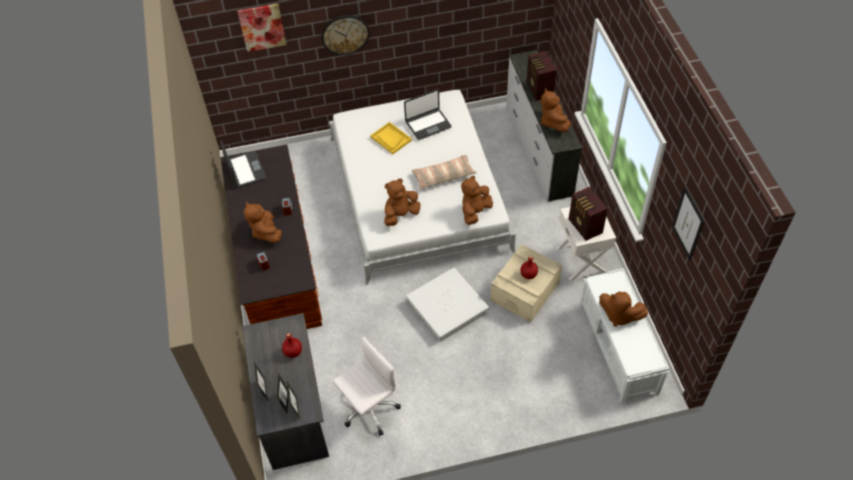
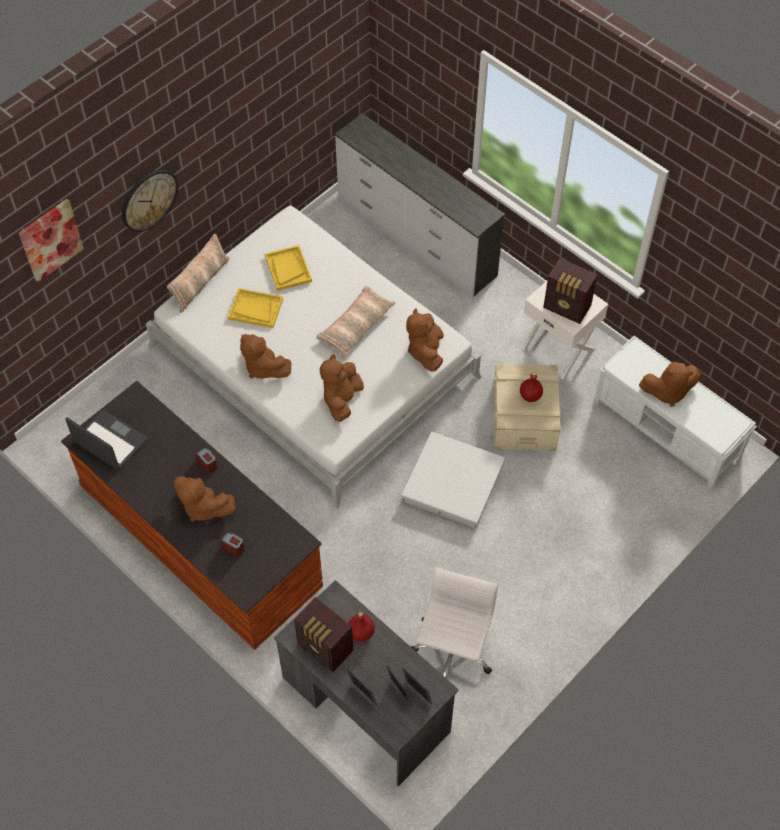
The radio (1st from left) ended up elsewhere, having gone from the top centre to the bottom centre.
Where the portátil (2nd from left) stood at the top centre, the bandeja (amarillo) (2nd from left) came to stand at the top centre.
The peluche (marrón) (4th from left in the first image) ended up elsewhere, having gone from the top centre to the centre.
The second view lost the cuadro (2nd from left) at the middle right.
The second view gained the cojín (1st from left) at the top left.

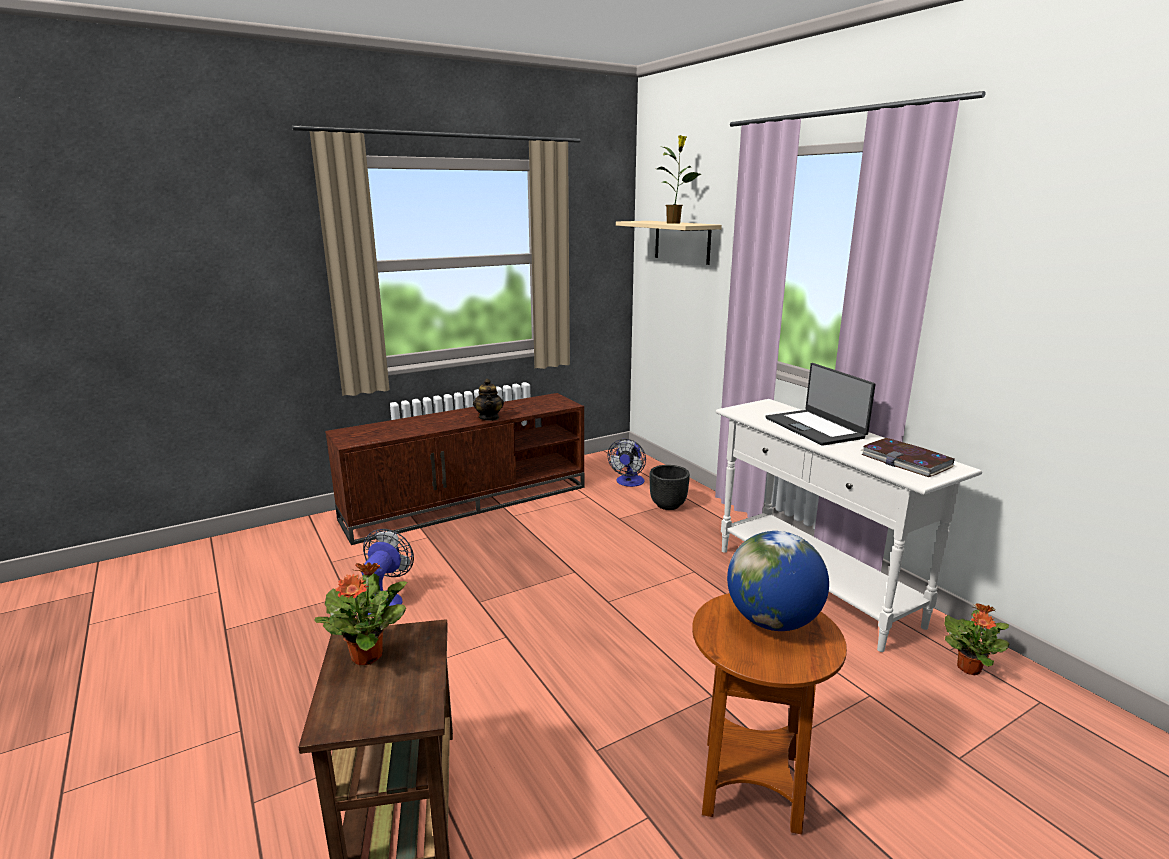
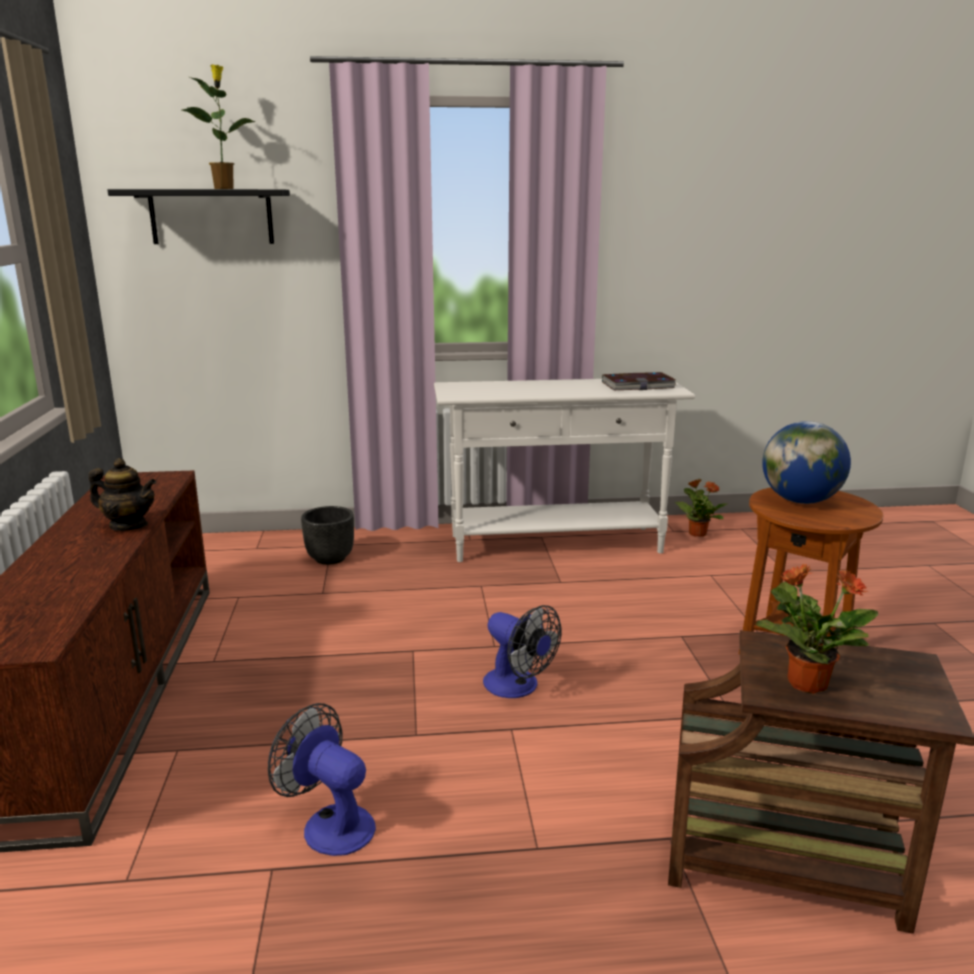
What was the estante (beis) at the top centre turned into the estante (negro) at the top left.
The second view lost the portátil at the middle right.
The ventilador (2nd from left) ended up elsewhere, having gone from the centre to the bottom centre.

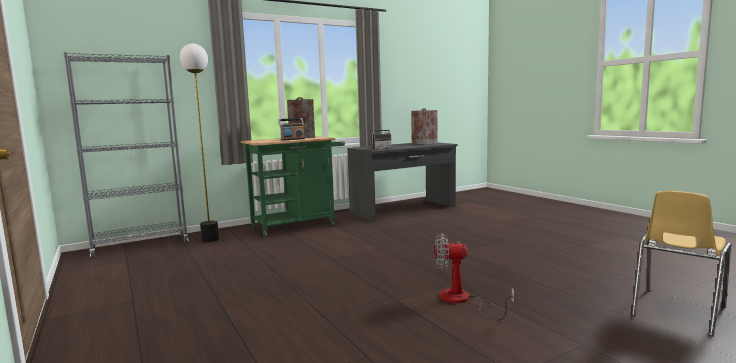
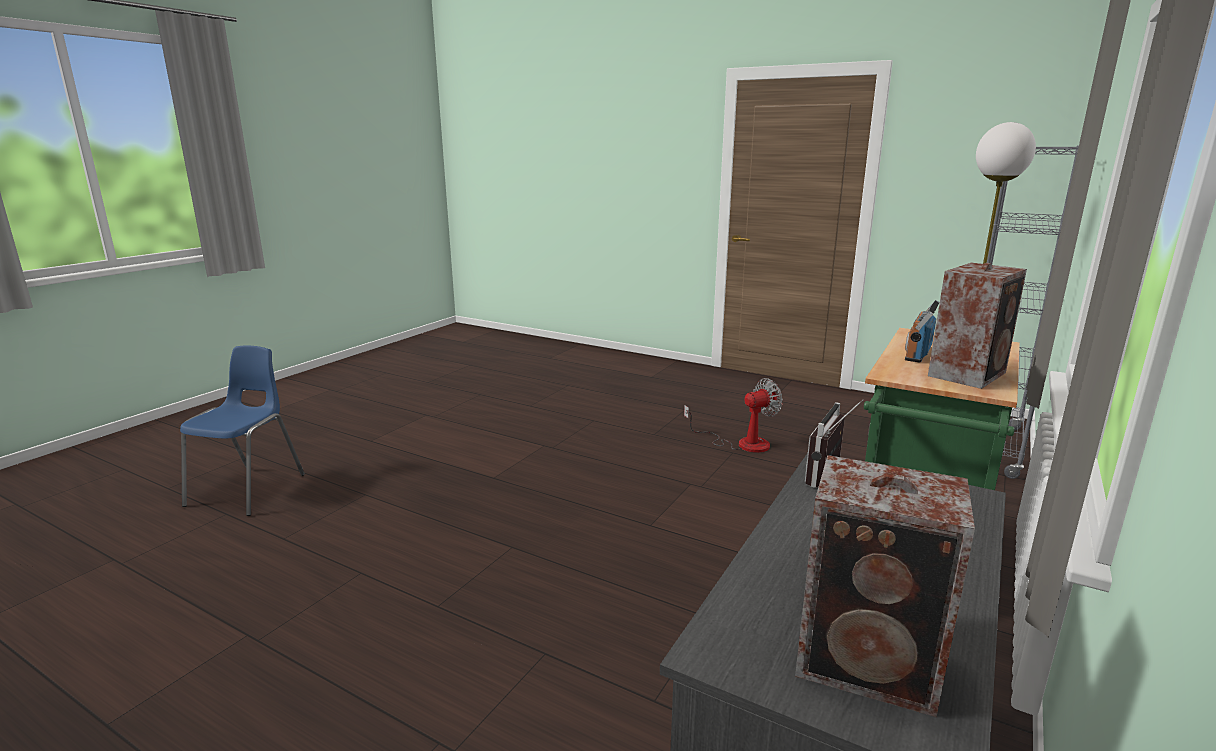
What was the silla (amarillo) at the bottom right turned into the silla (azul) at the middle left.
The ventilador ended up elsewhere, having gone from the bottom centre to the centre.

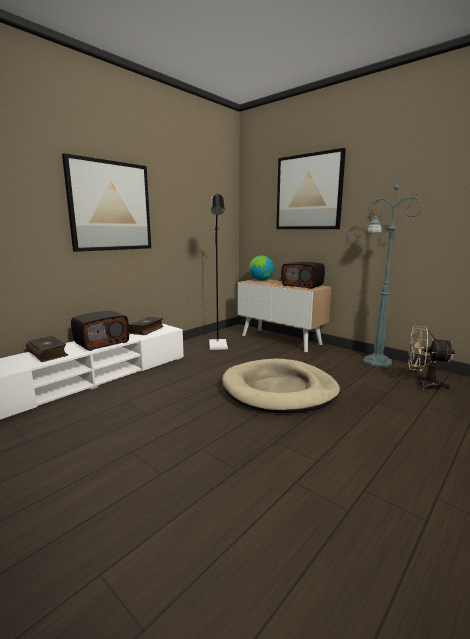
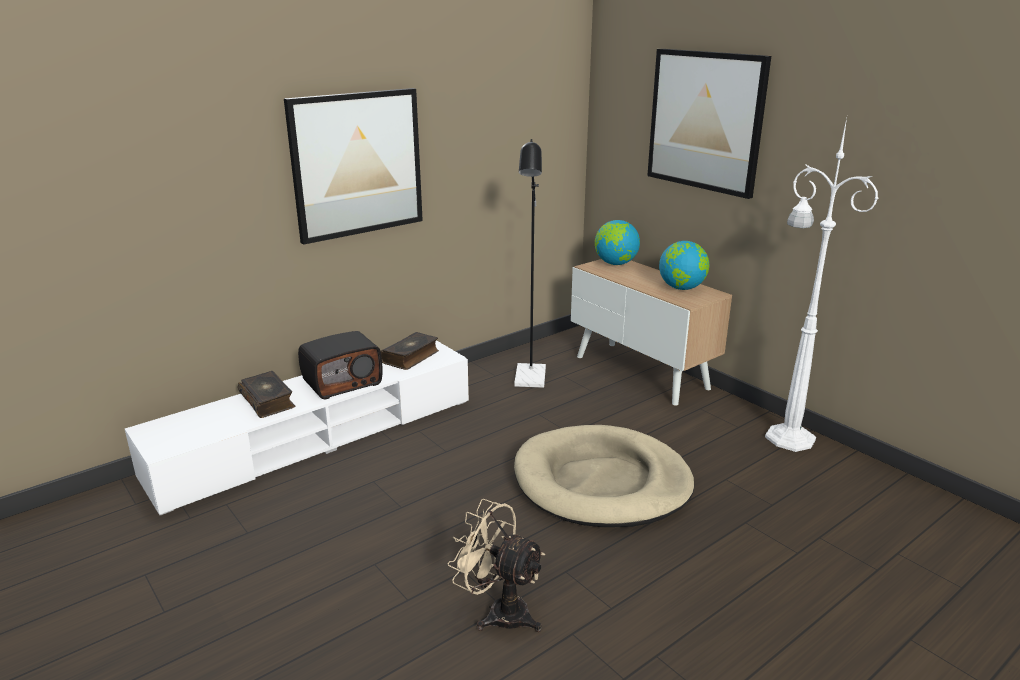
What was the lámpara de pie (verde) at the middle right turned into the lámpara de pie (blanco) at the middle right.
Where the radio (2nd from left) stood at the centre, the globo terráqueo (2nd from left) came to stand at the middle right.
The ventilador (beis) ended up elsewhere, having gone from the middle right to the bottom centre.

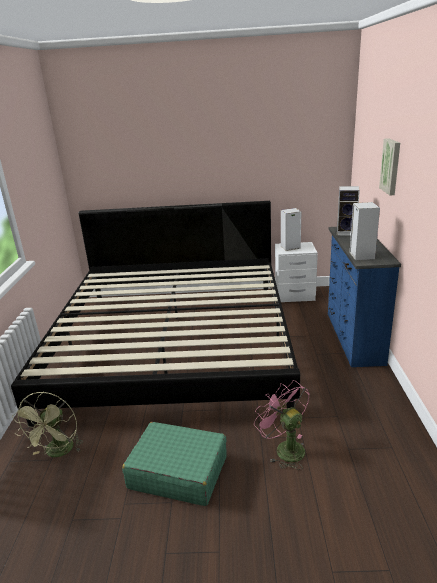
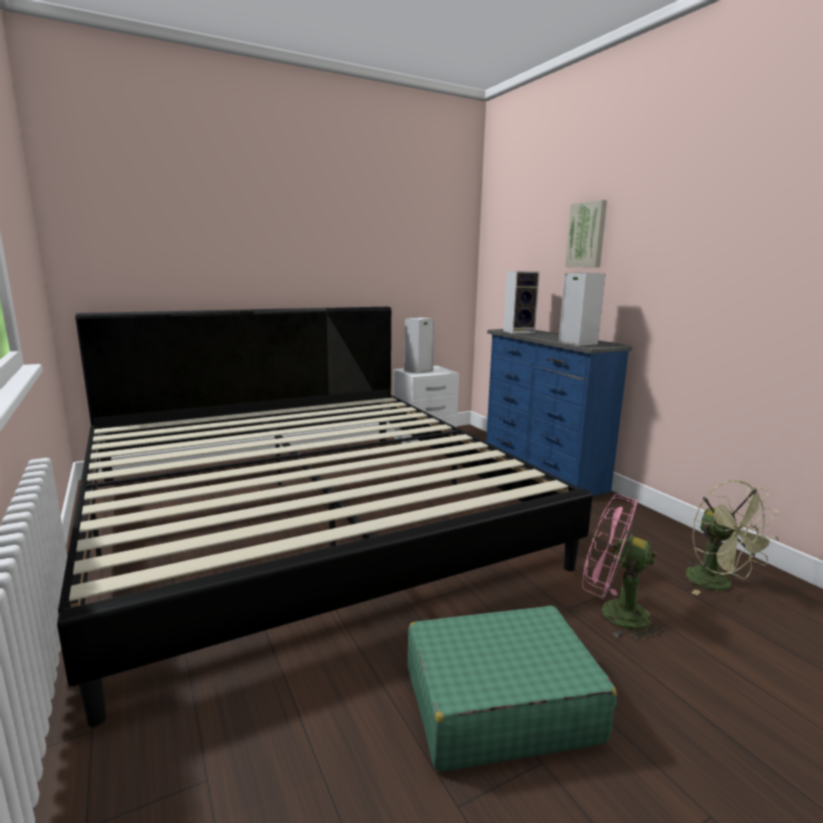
The ventilador (verde) ended up elsewhere, having gone from the bottom left to the middle right.

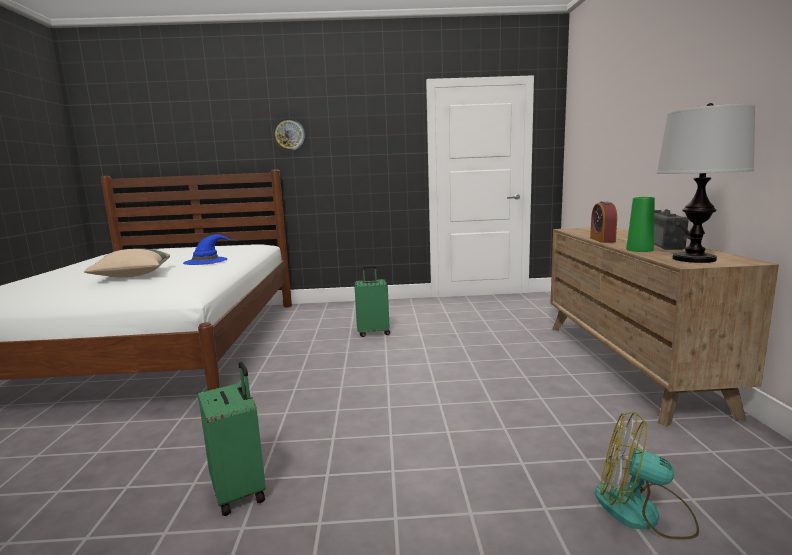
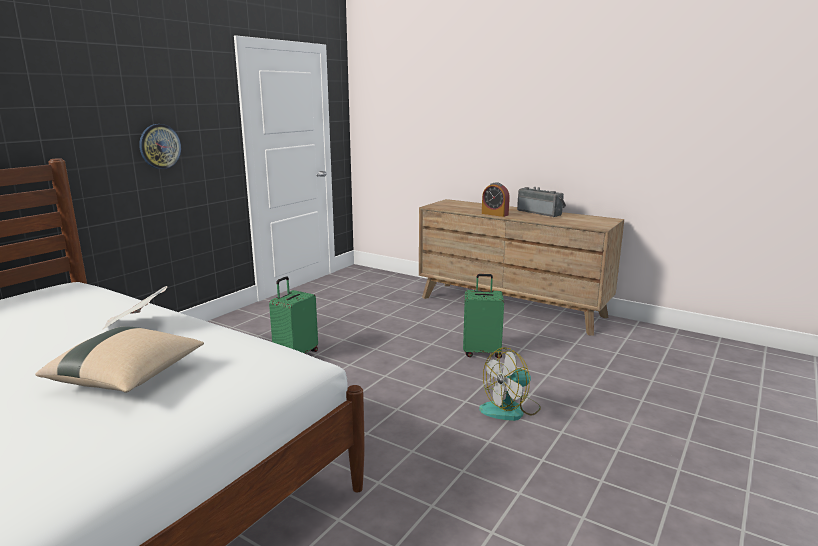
The second view lost the lámpara de mesa at the top right.
The reloj de pared ended up elsewhere, having gone from the top centre to the top left.
The second view lost the florero (verde) at the middle right.
Where the sombrero (azul) stood at the middle left, the periódico came to stand at the middle left.
The maleta (verde) (1st from left in the first image) ended up elsewhere, having gone from the bottom left to the centre.
The ventilador ended up elsewhere, having gone from the bottom right to the bottom centre.

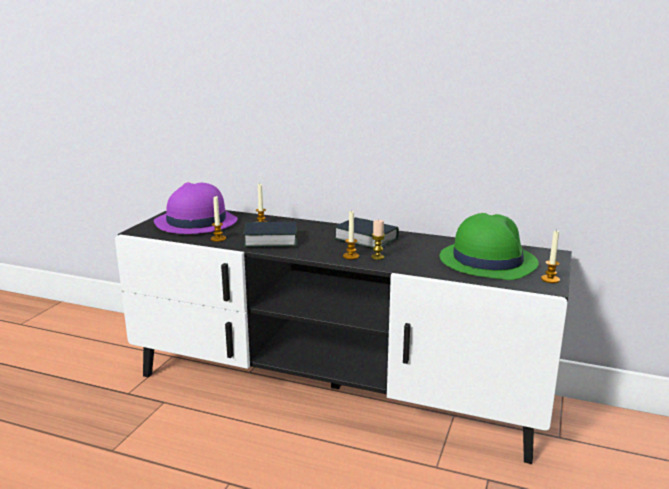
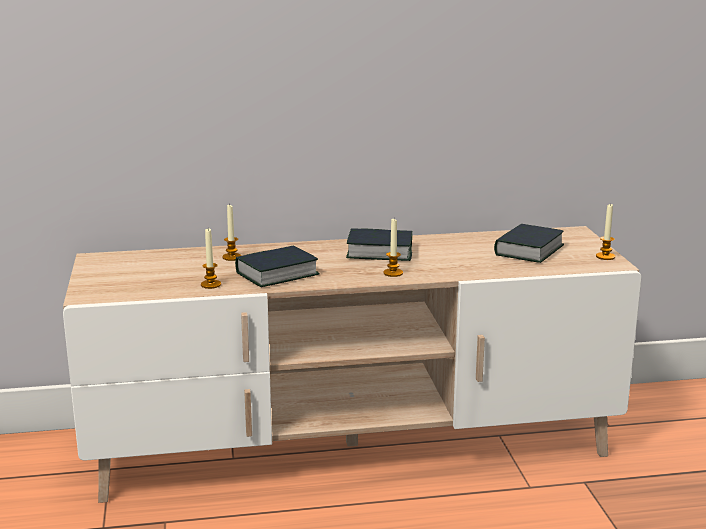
The second view lost the sombrero (morado) at the middle left.
What was the mueble de televisión (negro) at the bottom centre turned into the mueble de televisión (beis) at the bottom centre.
Where the sombrero (verde) stood at the middle right, the libro (3rd from left) came to stand at the middle right.
The second view lost the vela (4th from left) at the centre.

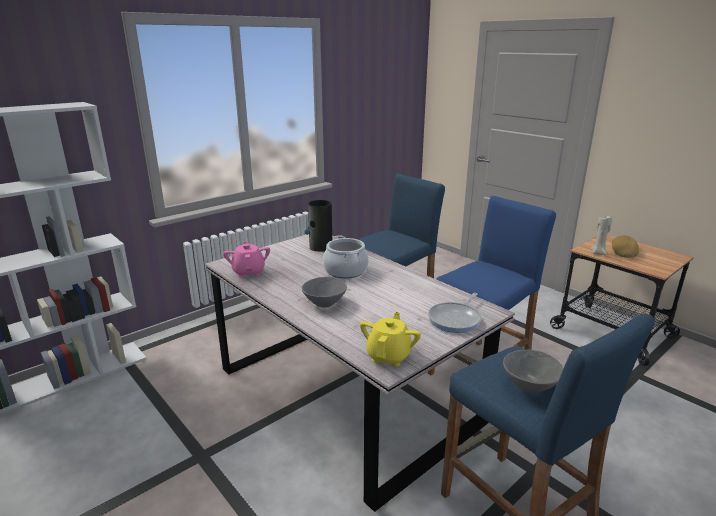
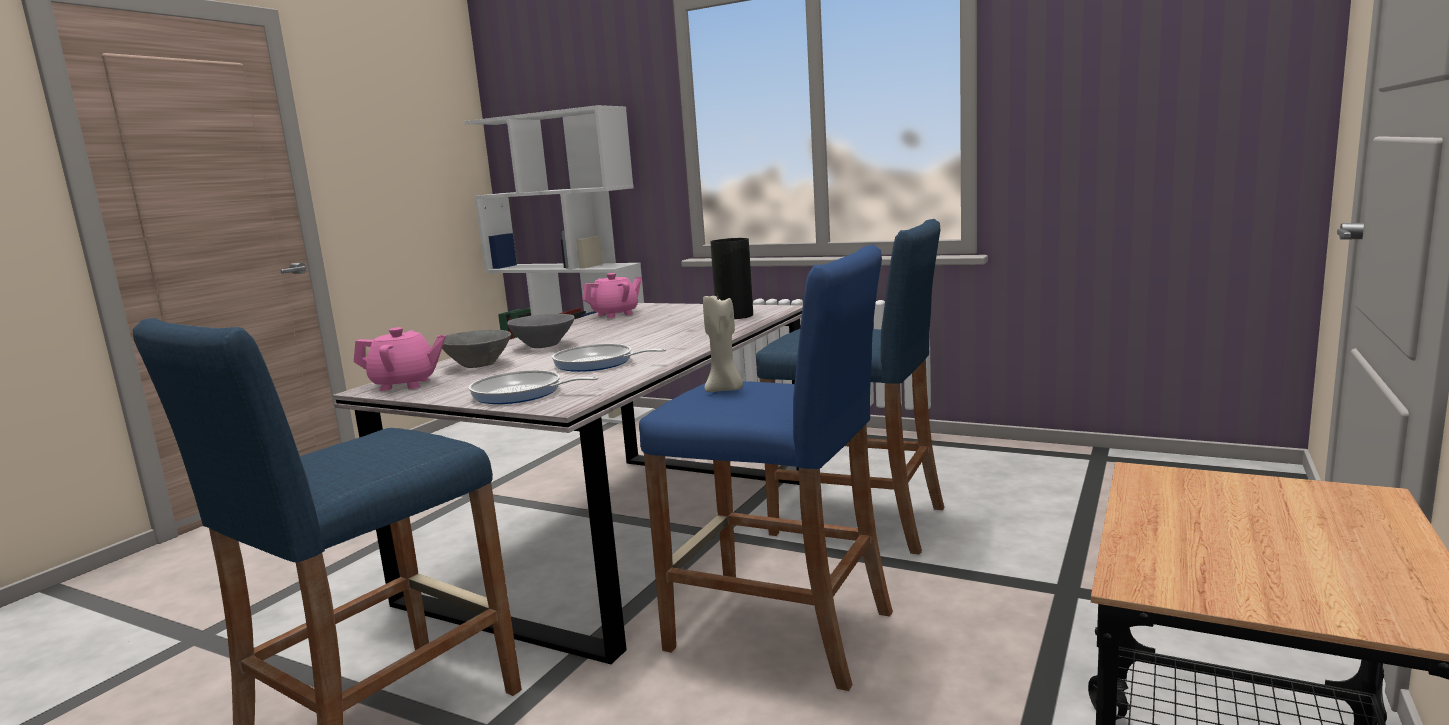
The vela (beis) ended up elsewhere, having gone from the middle right to the centre.
The second view lost the olla at the centre.
The second view lost the pan at the middle right.
What was the tetera (amarillo) at the centre turned into the tetera (rosa) (1st from left) at the middle left.
The cuenco (gris) (2nd from left in the first image) ended up elsewhere, having gone from the bottom right to the middle left.
The second view gained the sartén (2nd from left) at the centre.

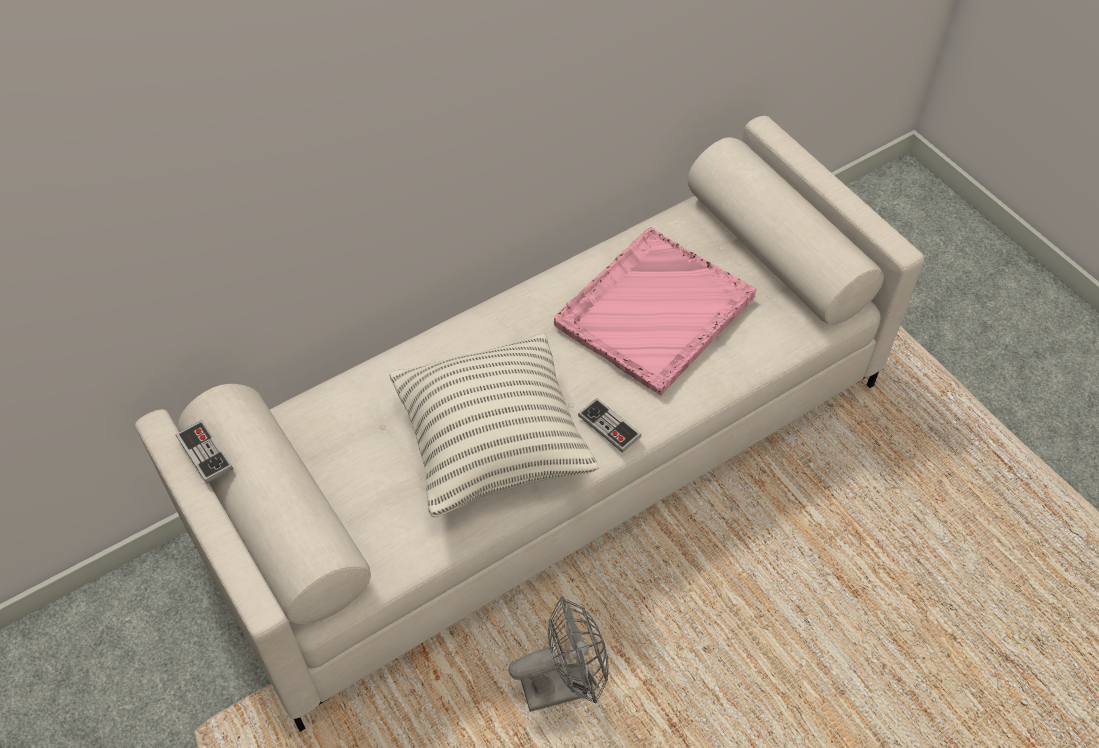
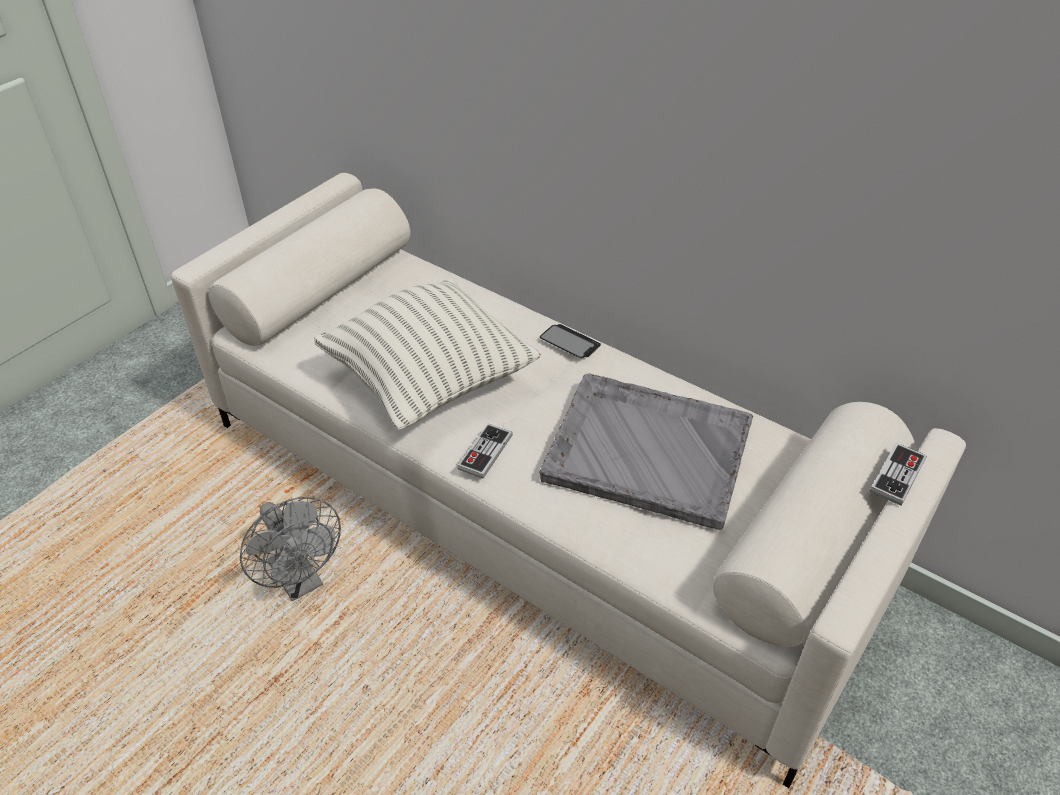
What was the bandeja (rosa) at the centre turned into the bandeja (gris) at the centre.
The mando de consola (1st from left in the first image) ended up elsewhere, having gone from the middle left to the middle right.
The second view gained the móvil at the centre.

